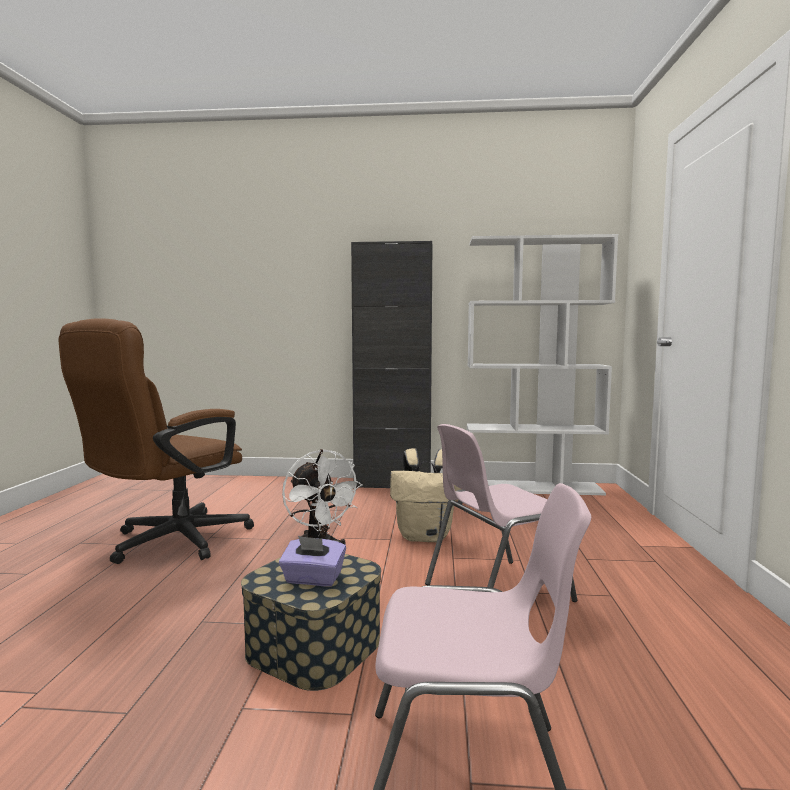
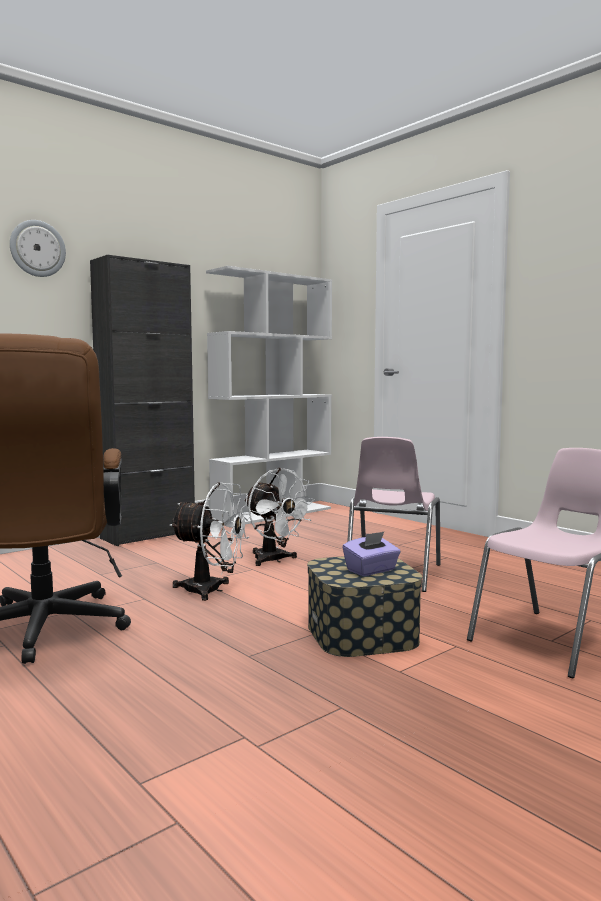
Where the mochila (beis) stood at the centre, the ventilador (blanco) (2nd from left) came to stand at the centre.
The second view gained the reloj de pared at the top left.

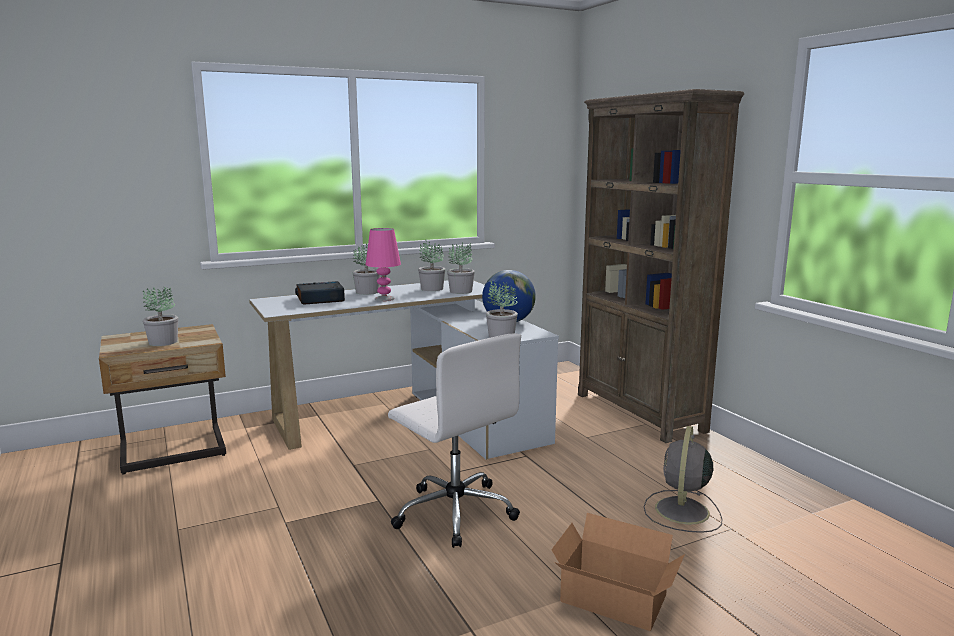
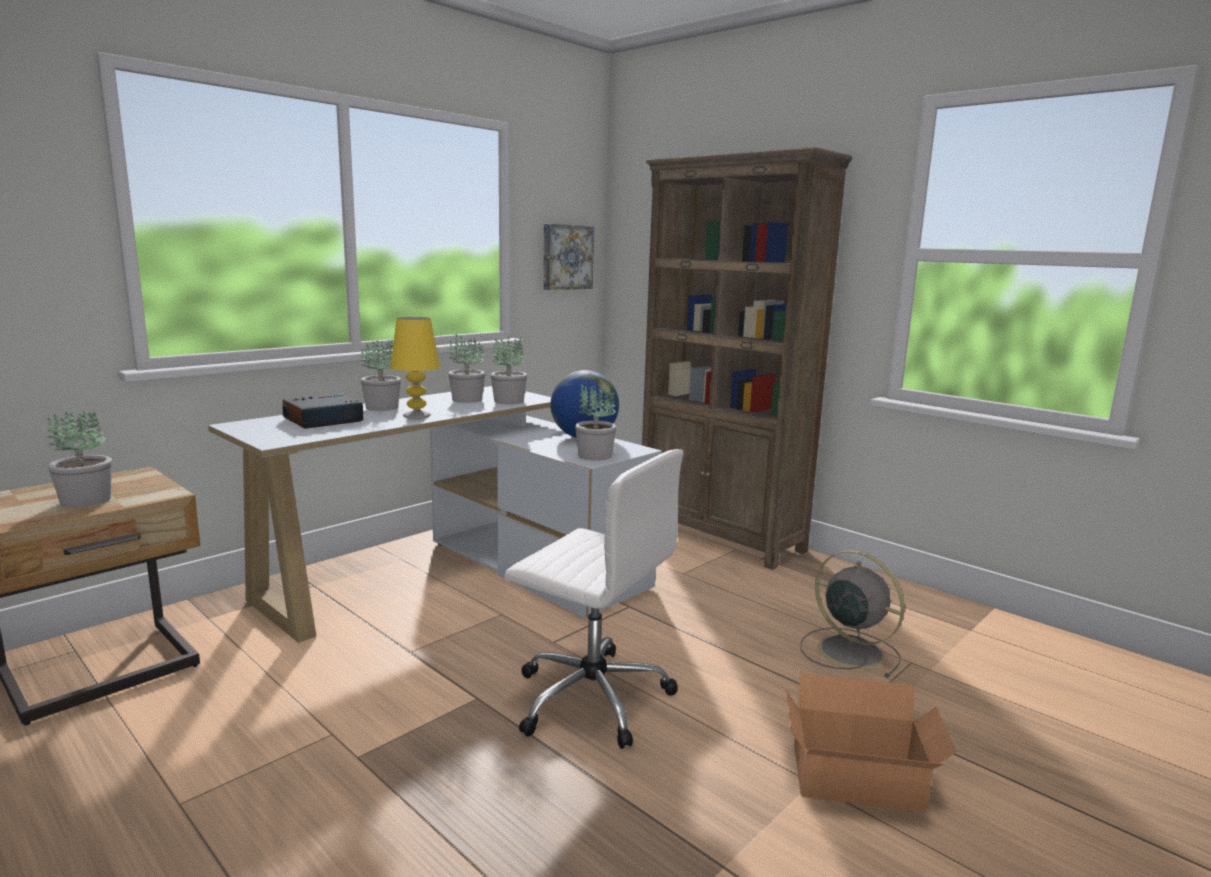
What was the lámpara de mesa (rosa) at the centre turned into the lámpara de mesa (amarillo) at the centre.
The ventilador (gris) at the bottom right ended up facing another way, 135 degrees clockwise from before.
The second view gained the cuadro at the top centre.

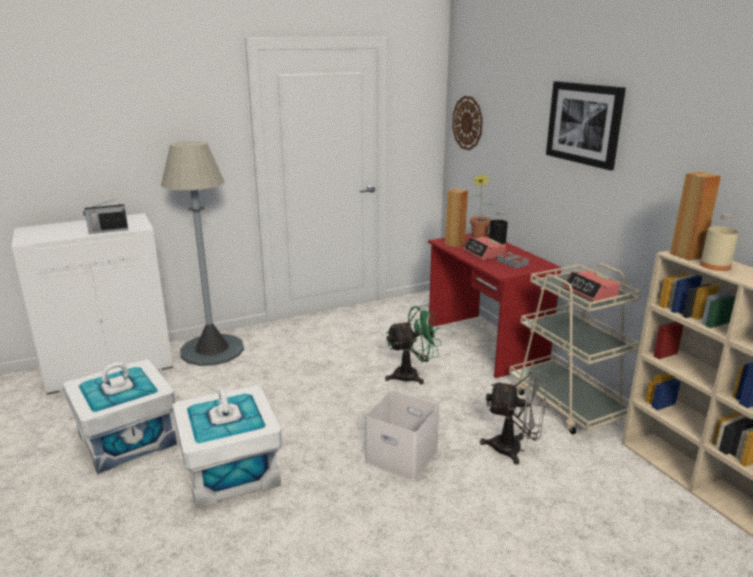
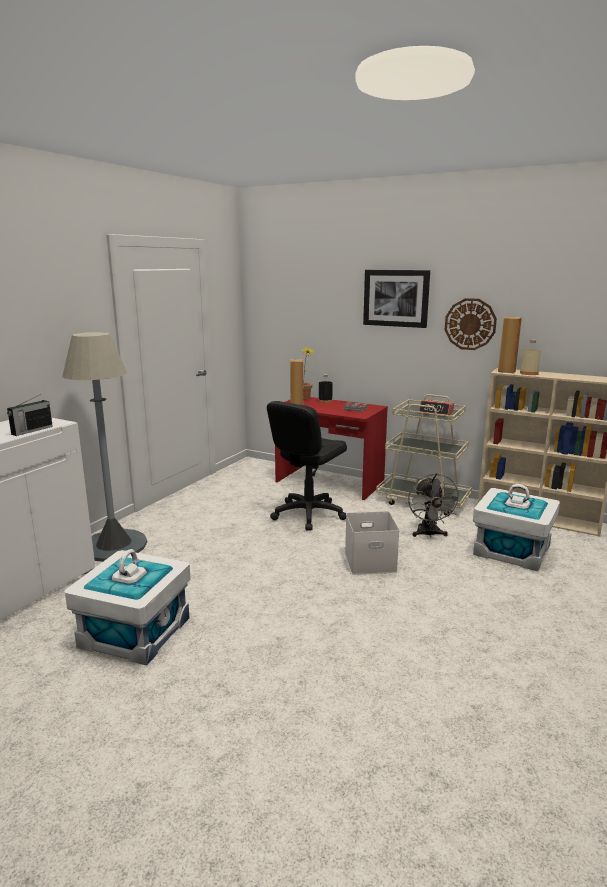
The reloj de pared ended up elsewhere, having gone from the top centre to the middle right.
The second view lost the despertador (1st from left) at the centre.
Where the ventilador (verde) stood at the centre, the silla de oficina (negro) came to stand at the centre.
The ventilador (gris) at the bottom right ended up facing another way, 105 degrees clockwise from before.
The caja de almacenaje (blanco) (2nd from left in the first image) ended up elsewhere, having gone from the bottom left to the middle right.

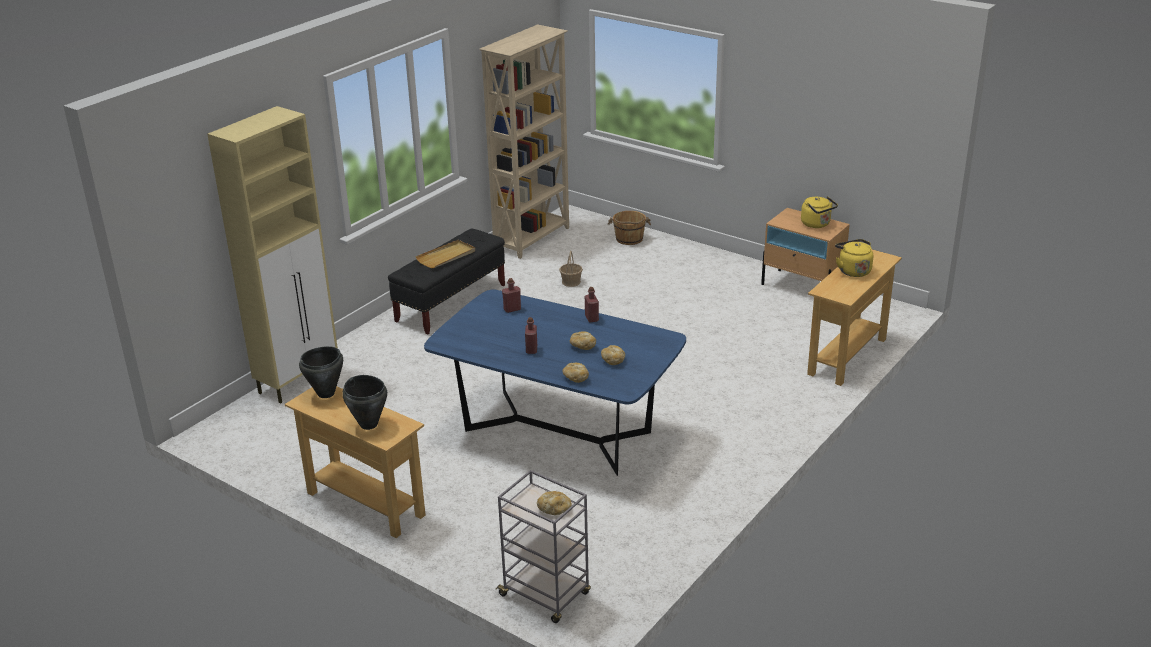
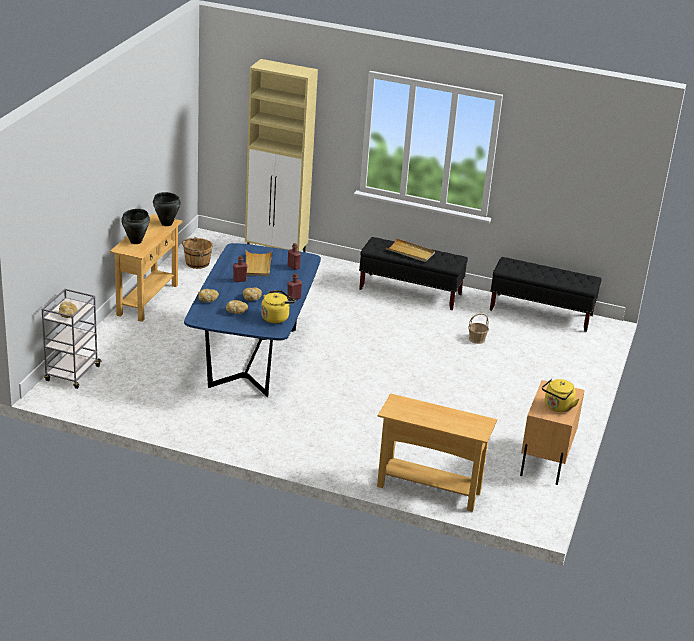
Where the estantería (beis) stood at the top centre, the banco (negro) (2nd from left) came to stand at the middle right.
The cubo (marrón) ended up elsewhere, having gone from the centre to the middle left.
The hervidor (amarillo) (2nd from left in the first image) ended up elsewhere, having gone from the middle right to the centre.
The second view gained the bandeja (beis) (1st from left) at the centre.

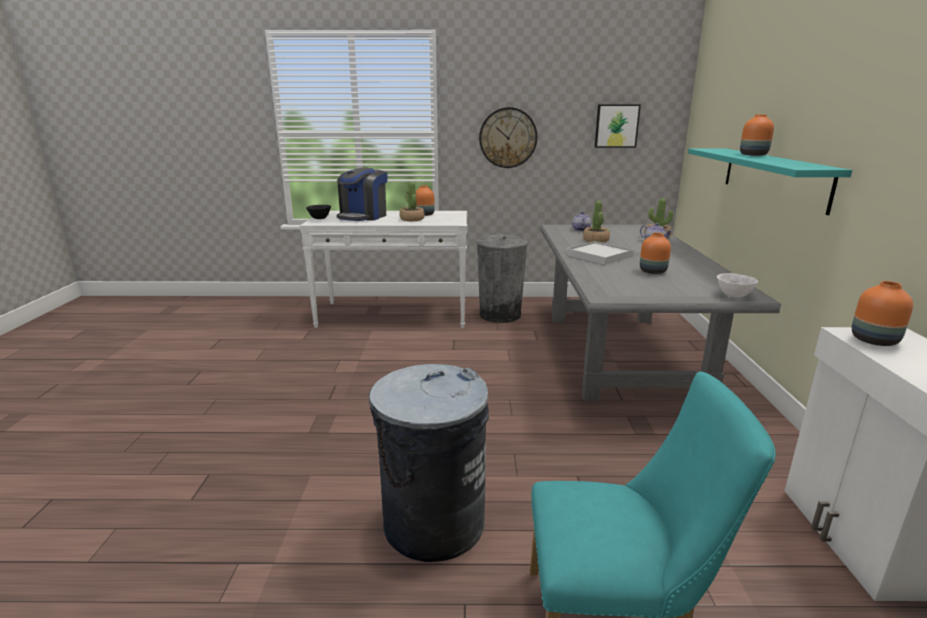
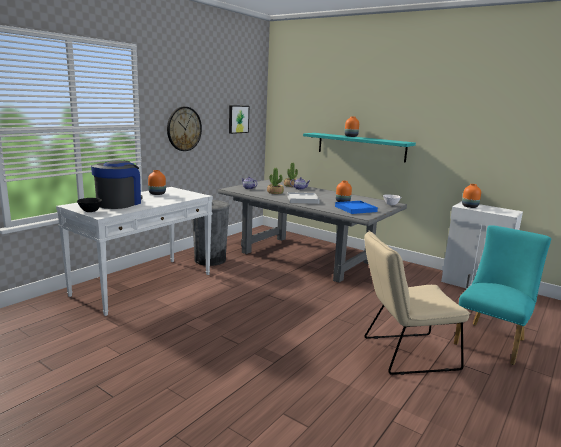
The cafetera at the top centre ended up facing another way, 135 degrees counterclockwise from before.
The second view lost the planta en maceta (1st from left) at the top centre.
Where the papelera (gris) (1st from left) stood at the bottom centre, the silla (beis) came to stand at the bottom right.
The second view gained the bandeja (azul) at the centre.

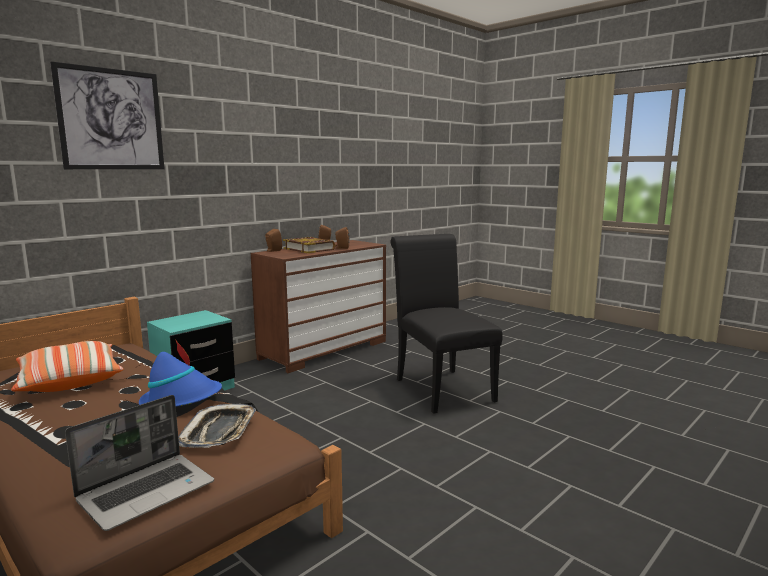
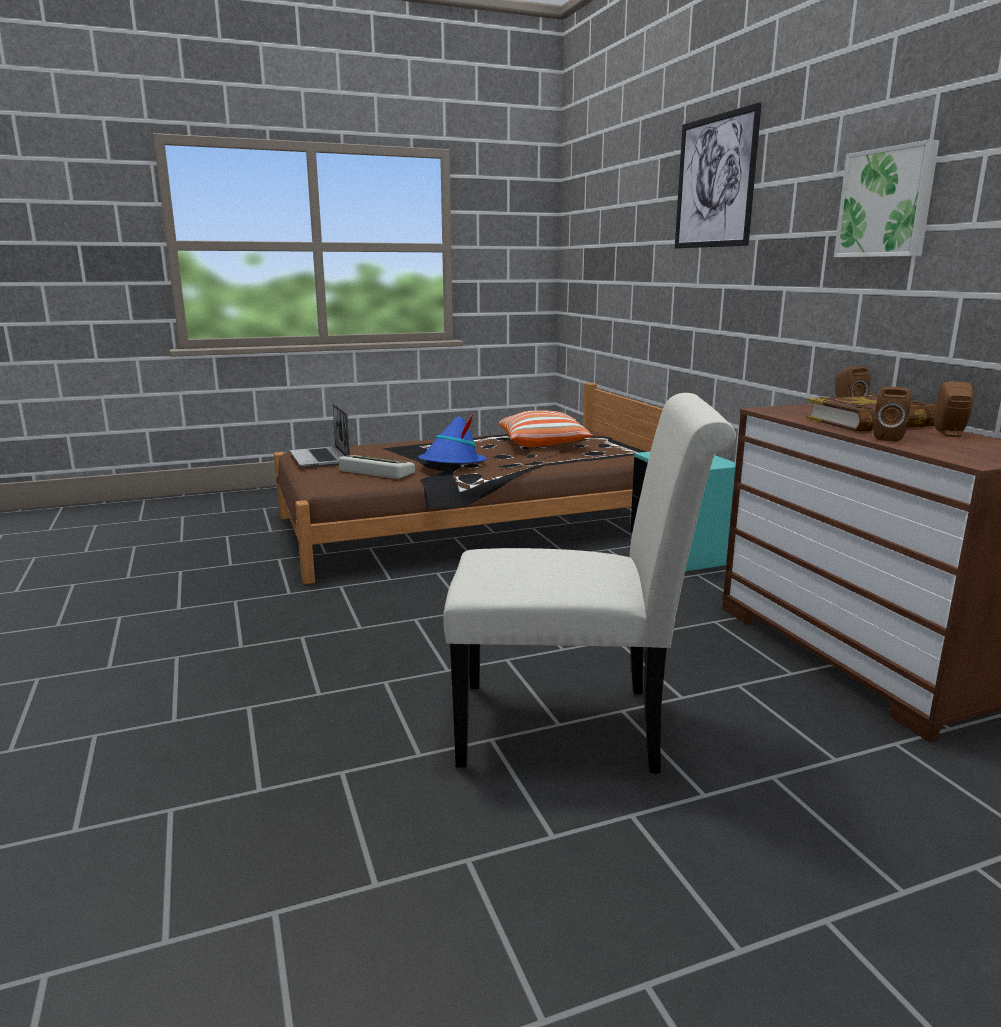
What was the silla (negro) at the centre turned into the silla (blanco) at the centre.
Where the bandeja stood at the bottom left, the teclado came to stand at the centre.
The second view gained the cuadro (2nd from left) at the top right.

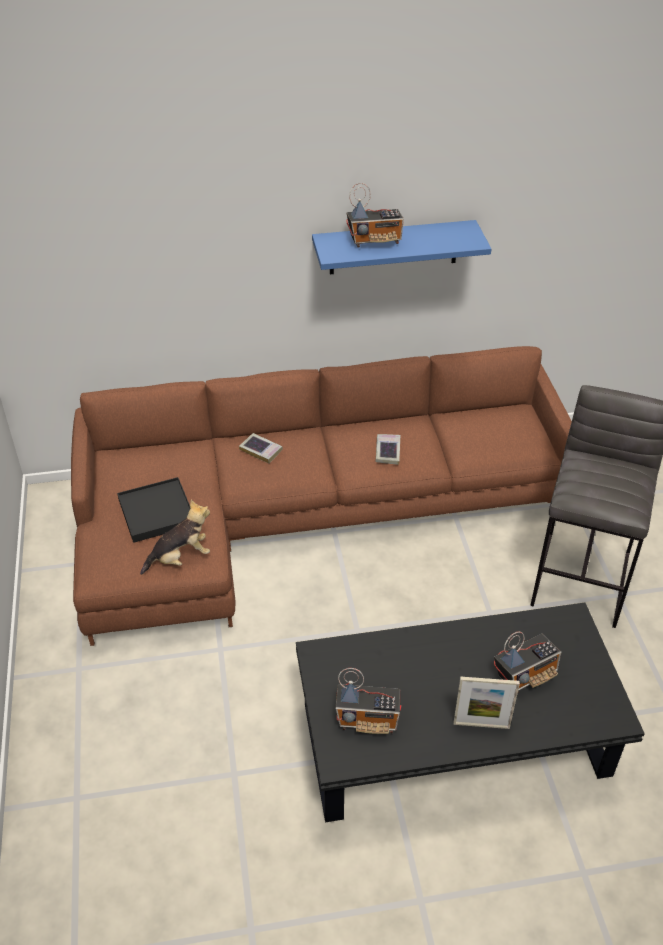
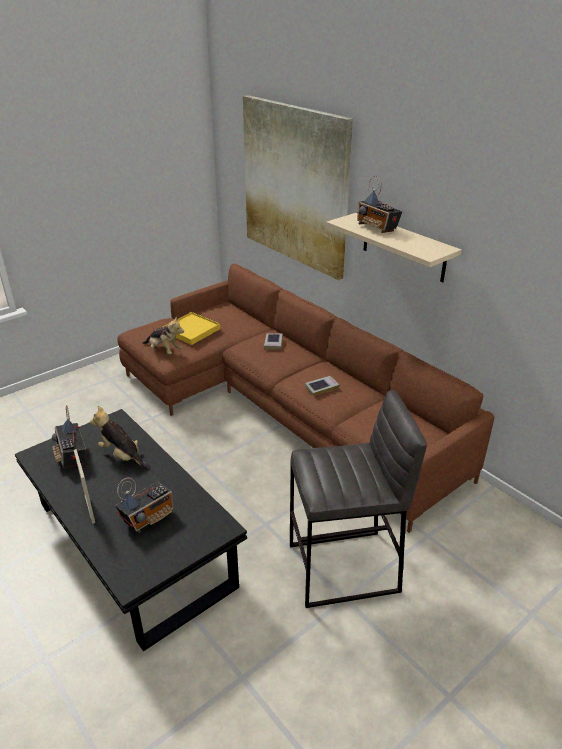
What was the estante (azul) at the top centre turned into the estante (beis) at the top right.
What was the bandeja (negro) at the middle left turned into the bandeja (amarillo) at the centre.
The radio (3rd from left in the first image) at the bottom right ended up facing another way, 75 degrees counterclockwise from before.
The second view gained the cuadro at the top centre.
The second view gained the peluche (1st from left) at the middle left.

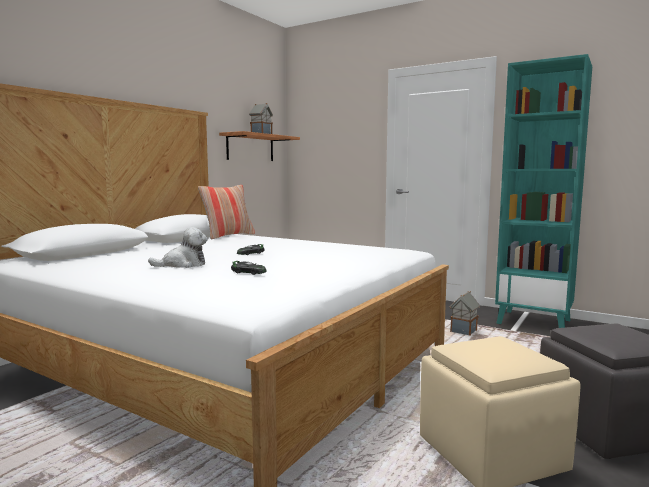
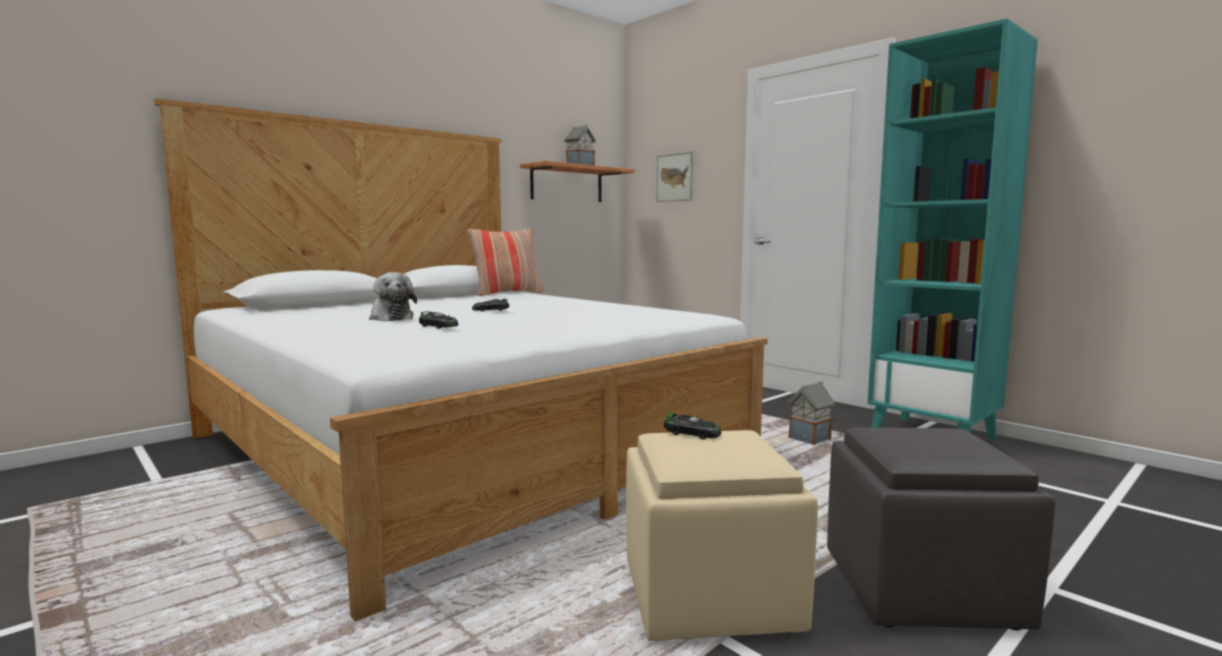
The peluche at the middle left ended up facing another way, 60 degrees clockwise from before.
The second view gained the cuadro at the top centre.
The second view gained the coche de juguete (3rd from left) at the centre.

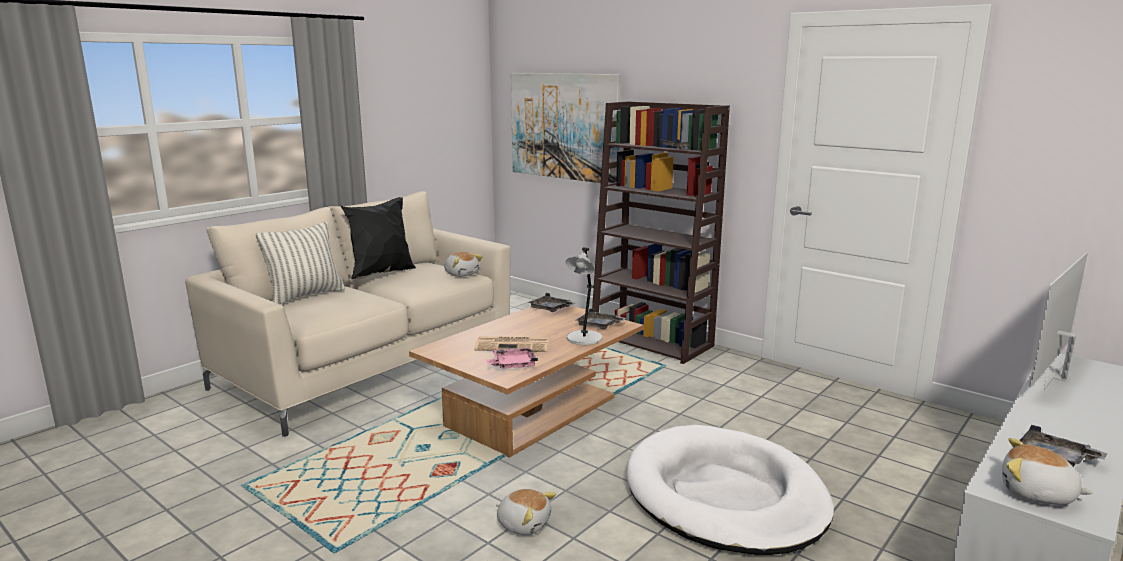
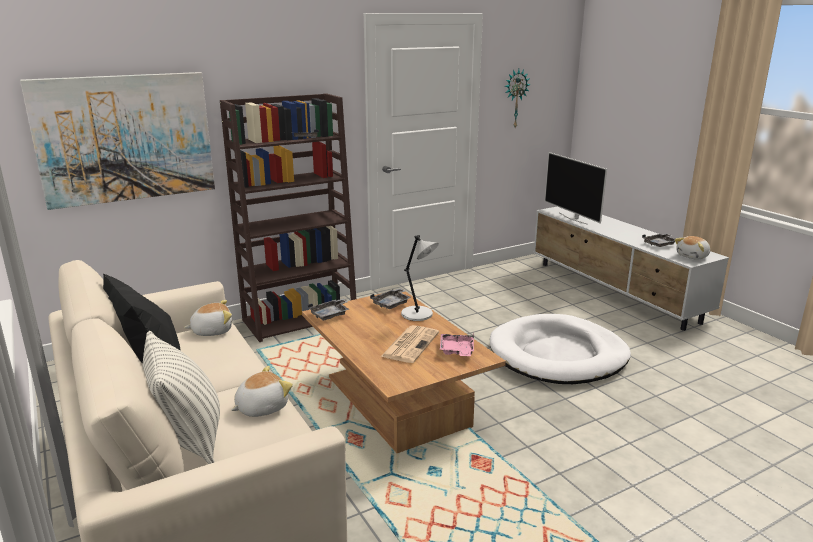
The peluche (2nd from left) ended up elsewhere, having gone from the bottom centre to the bottom left.
The second view gained the reloj de pared at the top centre.

